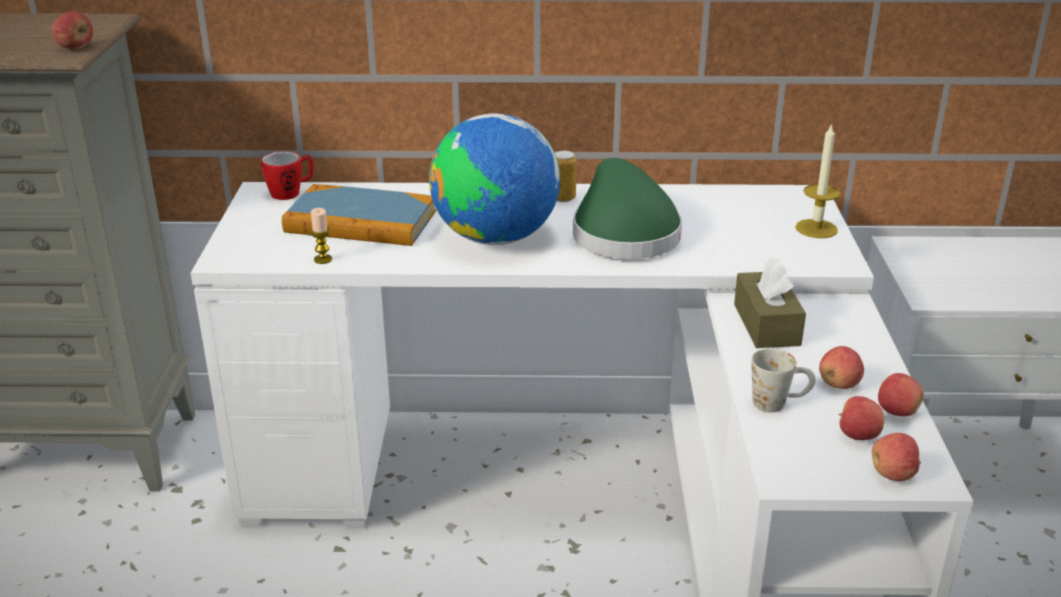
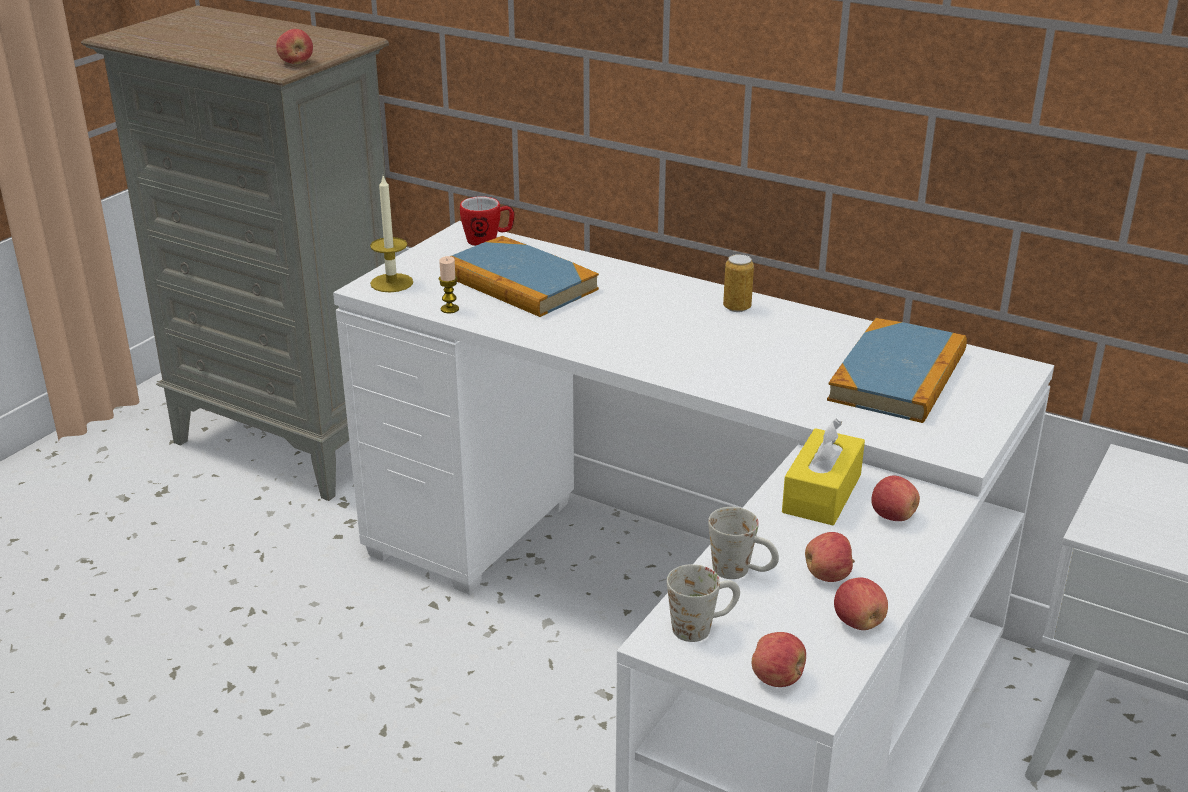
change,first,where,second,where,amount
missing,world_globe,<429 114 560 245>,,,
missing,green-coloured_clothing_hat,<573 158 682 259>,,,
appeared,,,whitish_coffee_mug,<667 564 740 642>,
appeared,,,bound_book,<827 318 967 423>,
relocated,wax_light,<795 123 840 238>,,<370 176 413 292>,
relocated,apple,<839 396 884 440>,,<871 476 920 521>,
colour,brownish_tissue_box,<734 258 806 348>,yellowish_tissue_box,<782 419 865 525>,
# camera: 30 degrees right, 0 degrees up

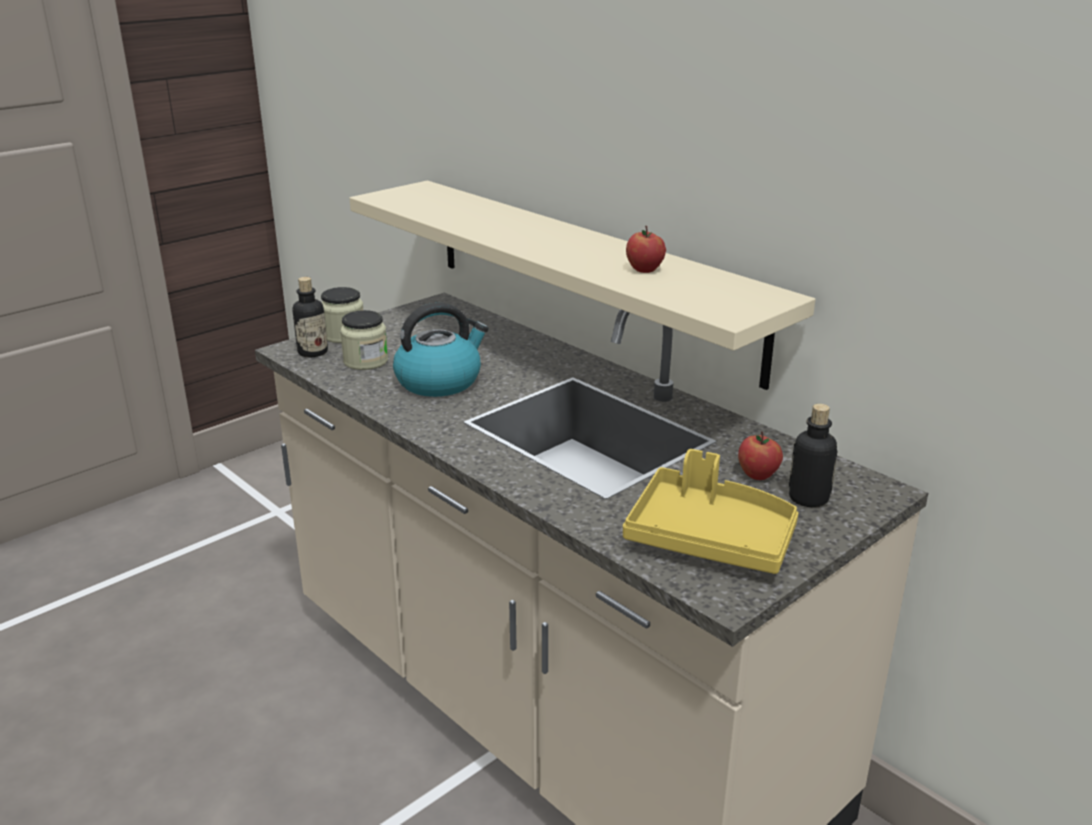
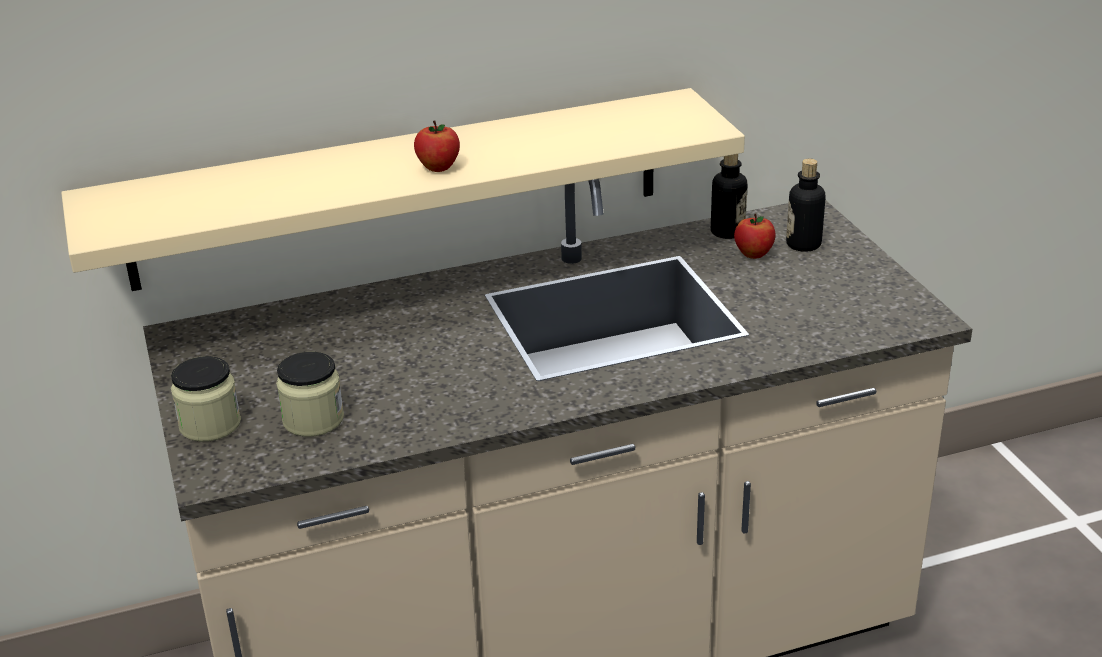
change,first,where,second,where,amount
missing,water_kettle,<393 303 489 397>,,,
missing,yellowish_tray,<623 449 798 574>,,,
relocated,drink_bottle,<292 277 328 357>,,<711 154 747 239>,
relocated,apple,<626 226 666 273>,,<414 120 460 172>,
# camera: 65 degrees left, 5 degrees up

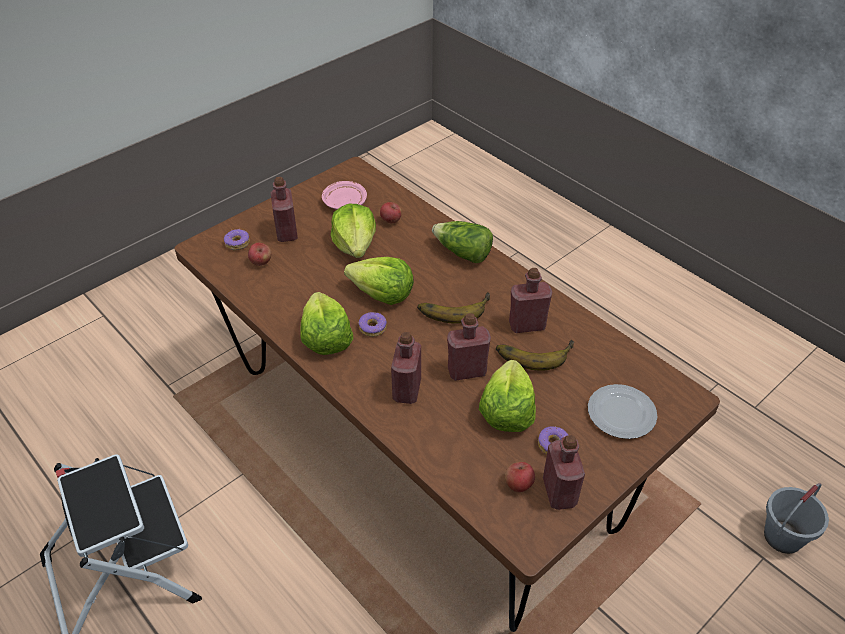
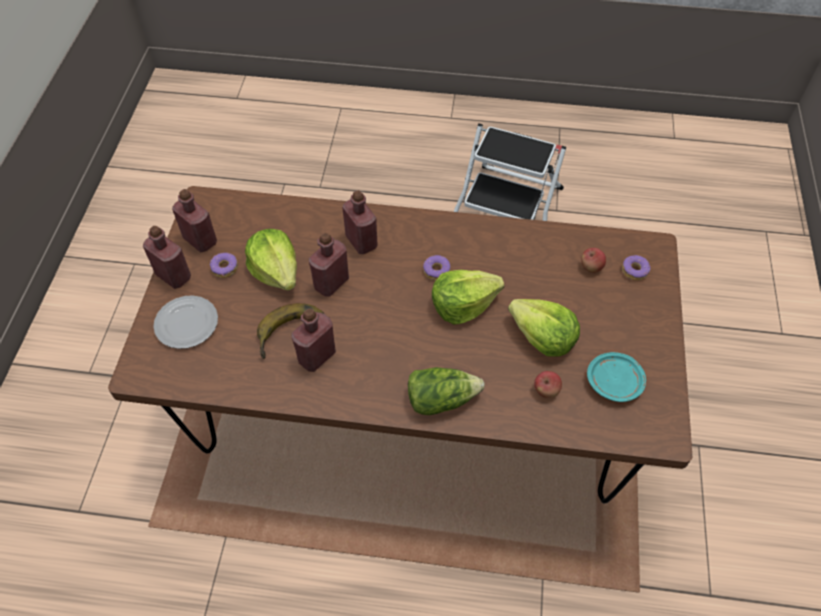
change,first,where,second,where,amount
missing,lettuce_head,<300 292 353 355>,,,
missing,whole_banana,<417 292 490 323>,,,
missing,apple,<505 462 535 492>,,,
missing,greyish_pail,<764 483 829 554>,,,
relocated,red-coloured_drink_bottle,<271 177 298 242>,,<143 226 191 289>,
colour,pinkish_flat_dish,<322 181 367 209>,turquoise_flat_dish,<587 352 646 402>,
# camera: 140 degrees right, 10 degrees up

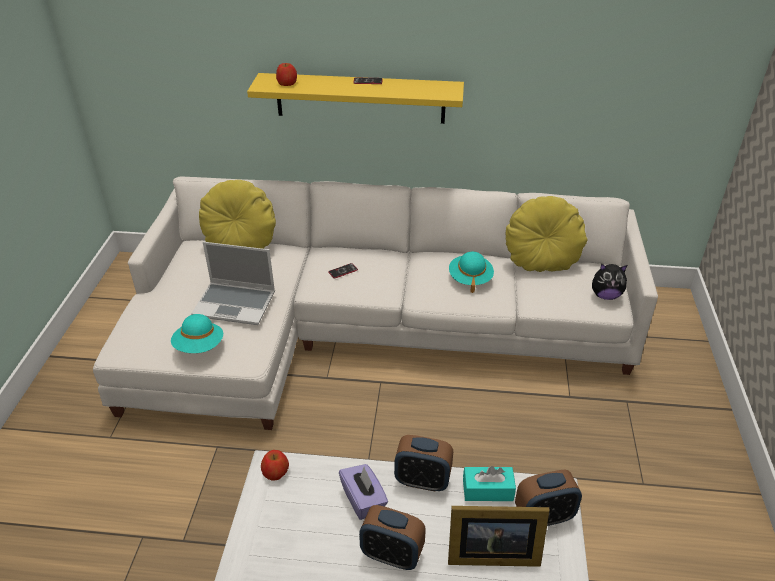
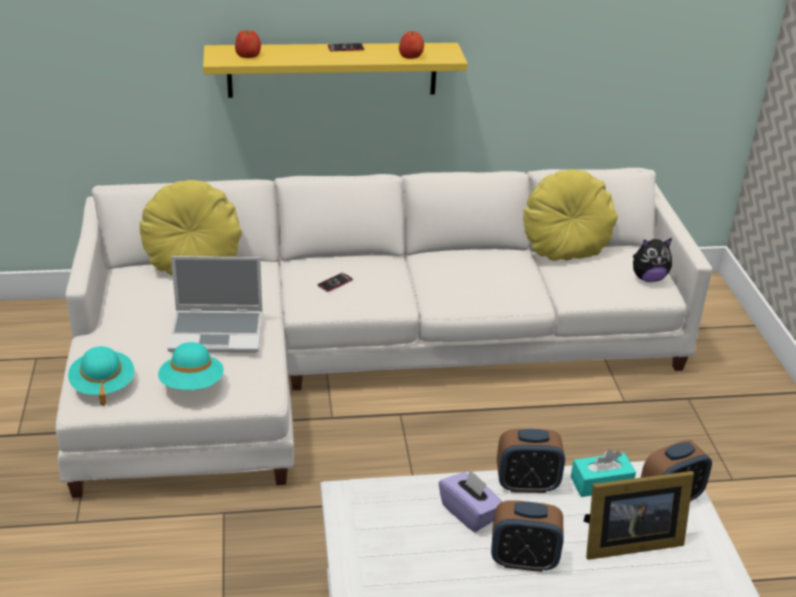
change,first,where,second,where,amount
relocated,apple,<261 450 289 481>,,<399 31 424 59>,
relocated,turquoise_clothing_hat,<449 252 494 293>,,<68 346 134 406>,
# camera: 15 degrees left, 5 degrees down

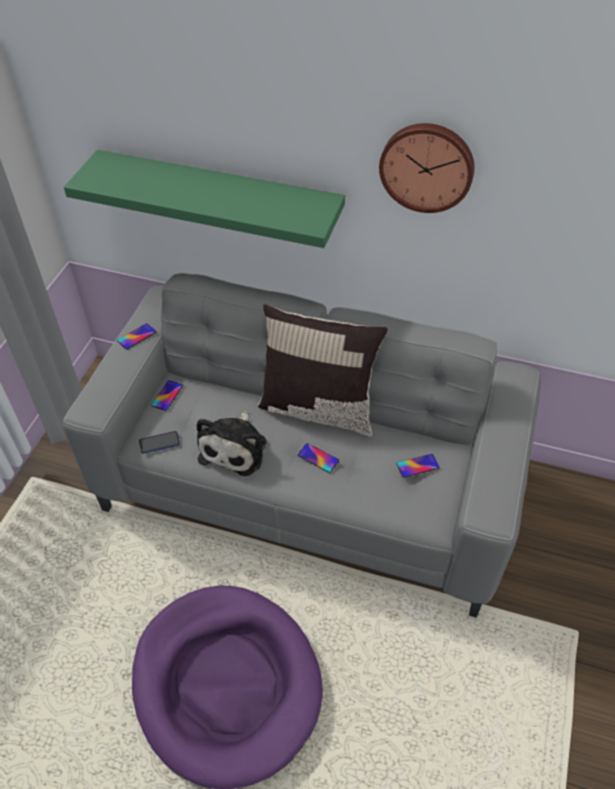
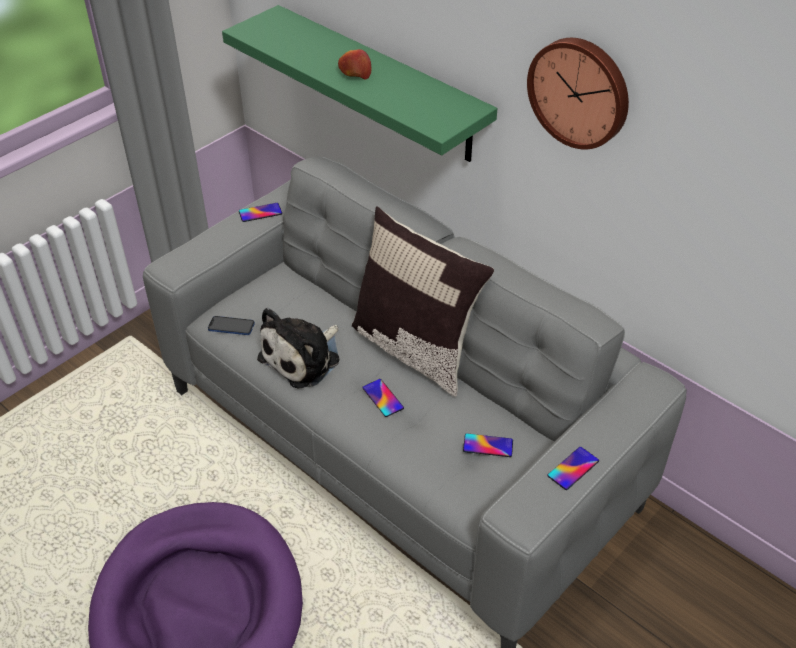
change,first,where,second,where,amount
appeared,,,apple,<338 49 371 80>,
relocated,handset,<151 380 183 411>,,<547 447 599 490>,
# camera: 25 degrees right, 5 degrees down

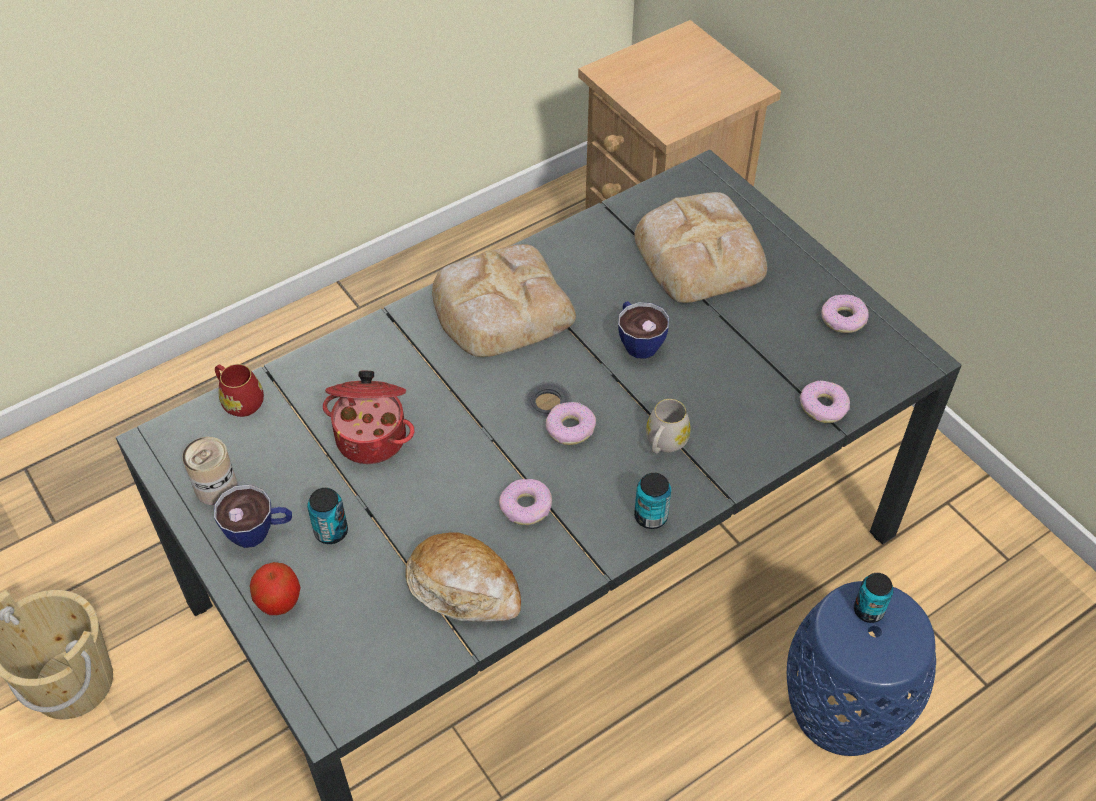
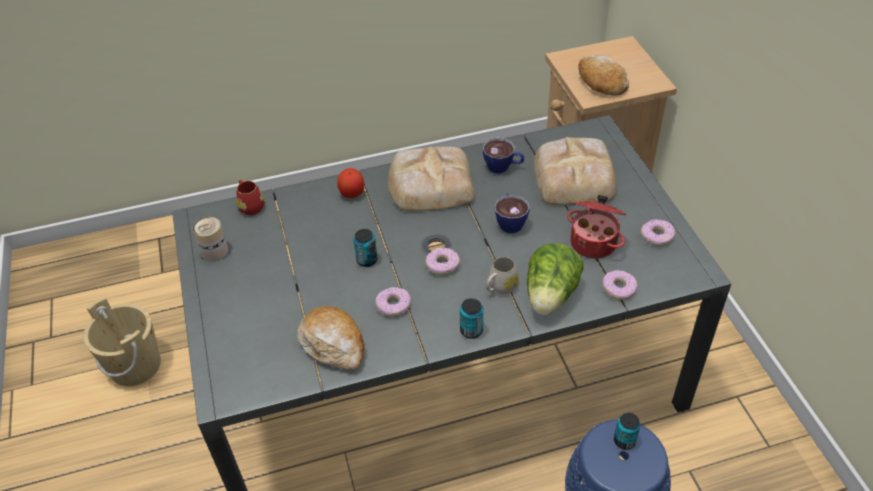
change,first,where,second,where,amount
appeared,,,lettuce_head,<527 243 584 315>,
appeared,,,baked_bread,<578 55 629 96>,
relocated,cup,<214 485 292 548>,,<483 137 525 174>,
relocated,apple,<250 562 301 615>,,<337 168 364 198>,
relocated,can,<307 488 348 544>,,<353 229 378 267>,
relocated,saucepot,<323 371 414 464>,,<567 195 626 259>,
# camera: 20 degrees right, 5 degrees down

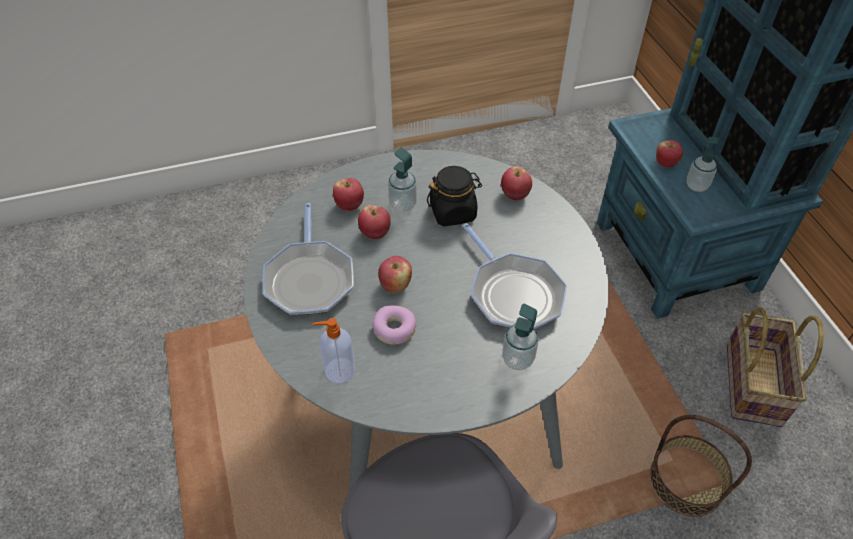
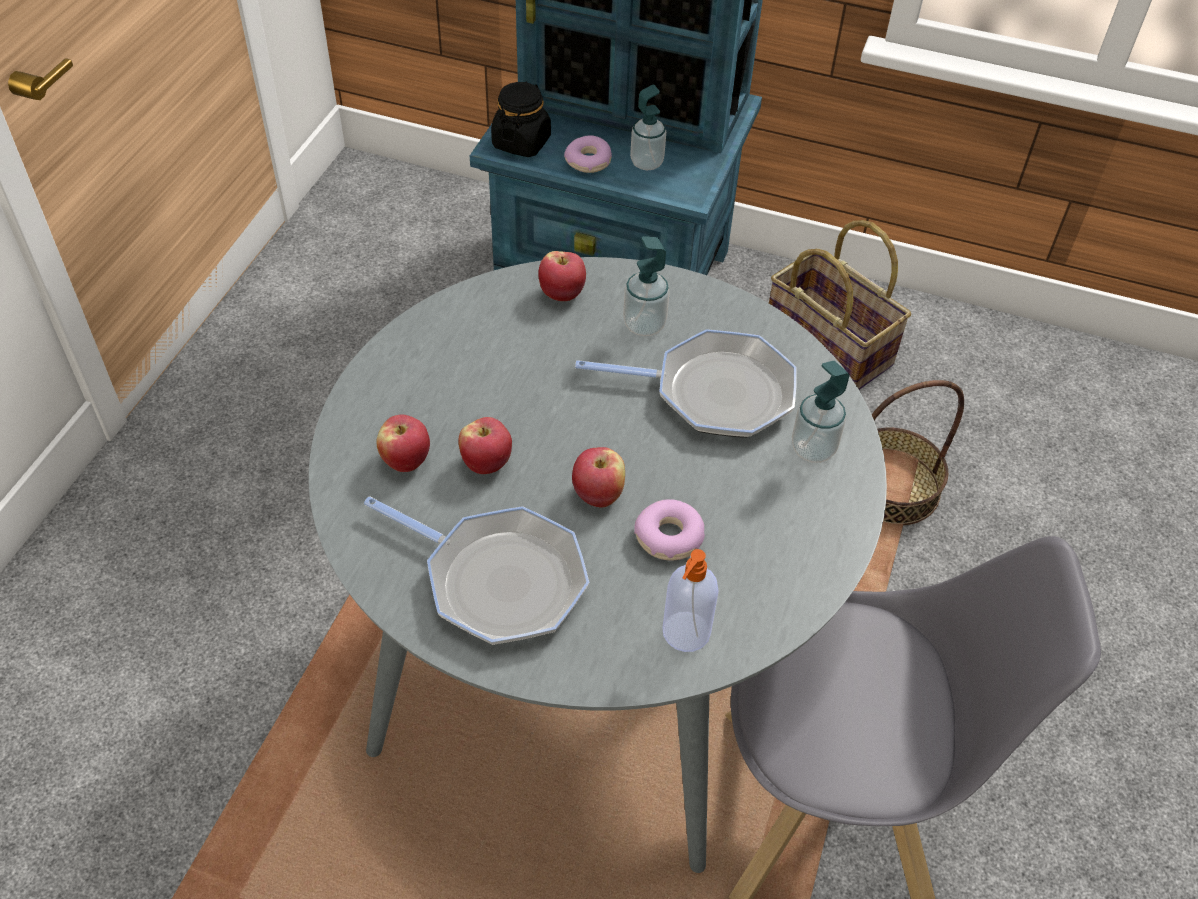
change,first,where,second,where,amount
relocated,soap_dispenser,<388 147 417 212>,,<623 236 670 336>,
relocated,black-coloured_jar,<427 166 482 226>,,<491 82 551 157>,
exchanged,apple,<656 140 683 168>,ring_doughnut,<564 135 612 173>,
# camera: 55 degrees left, 0 degrees up

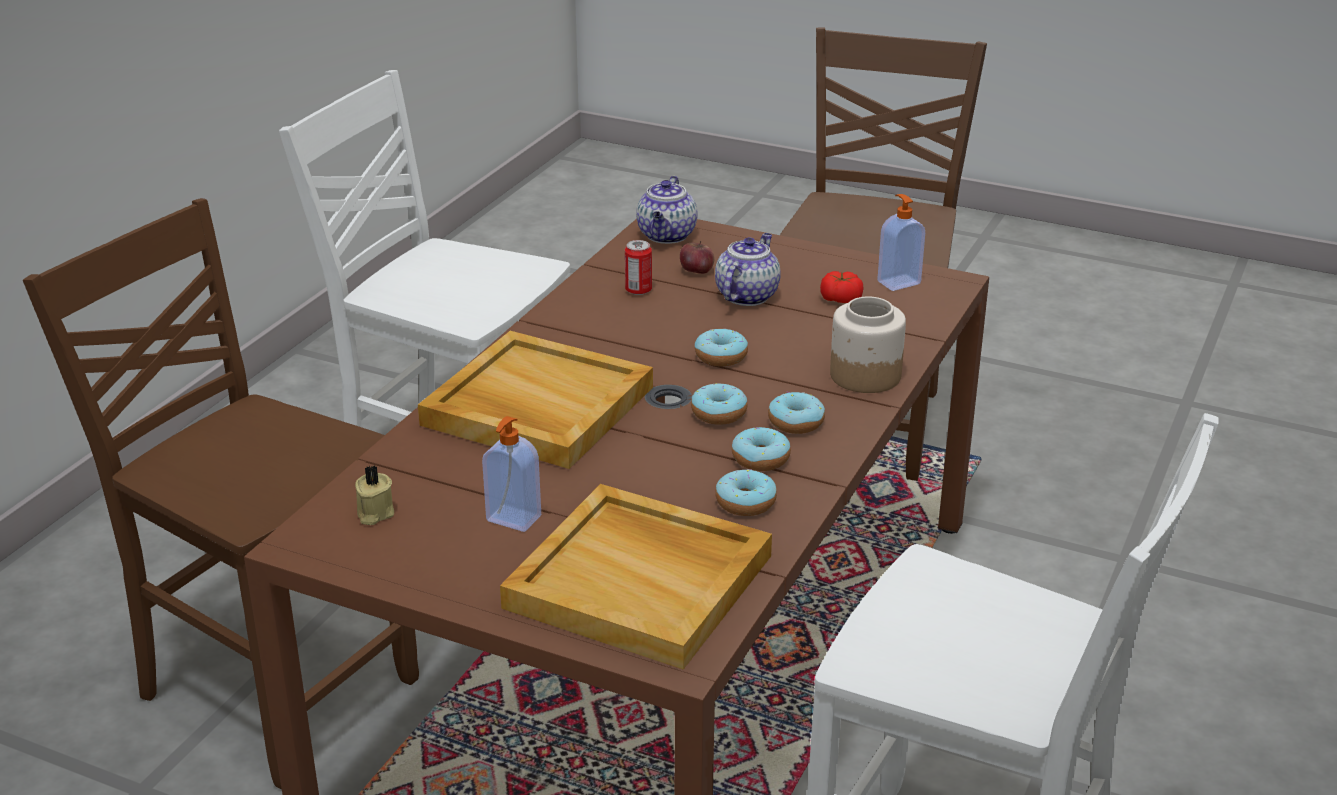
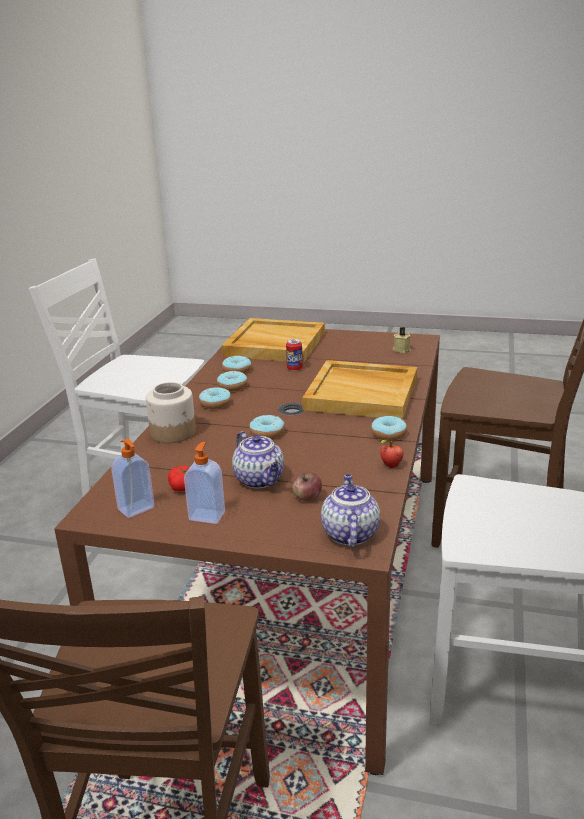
change,first,where,second,where,amount
appeared,,,apple,<380 440 404 468>,
relocated,soap_dispenser,<482 416 541 532>,,<184 442 225 524>,
relocated,can,<625 240 652 295>,,<286 339 303 371>,
relocated,ring_doughnut,<691 383 747 425>,,<371 416 407 441>,
spun,teapot,<715 233 781 306>,,<232 431 284 488>,45 degrees counterclockwise
# camera: 170 degrees right, 5 degrees down

